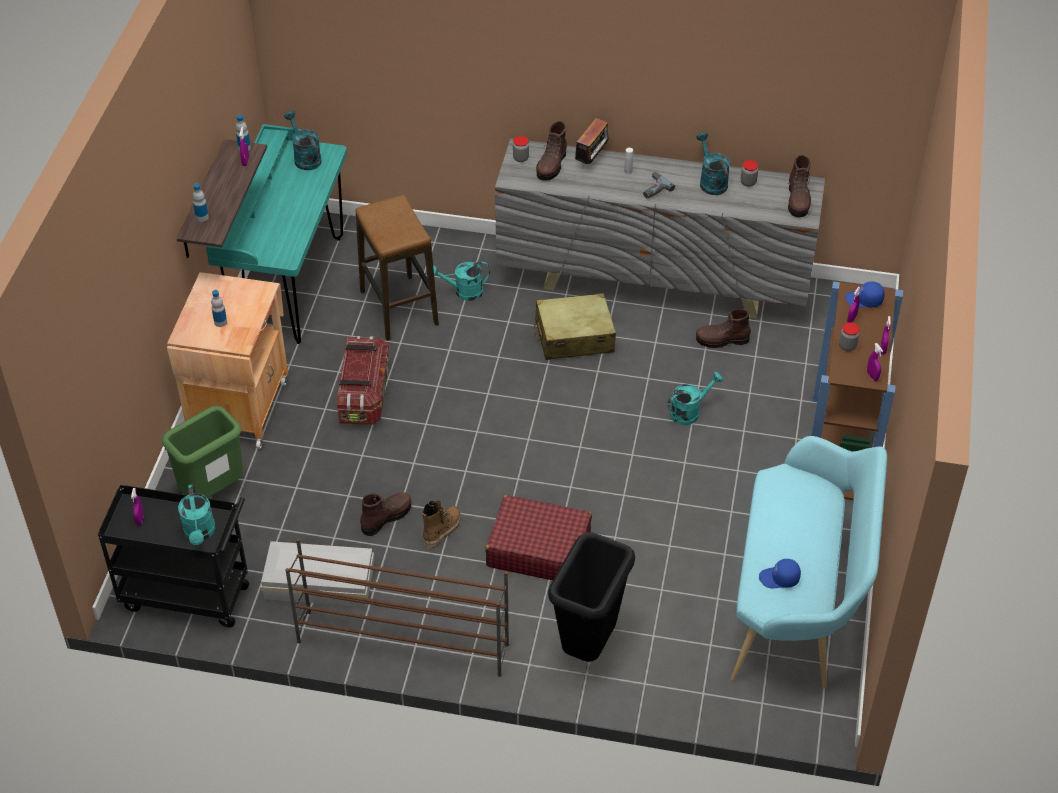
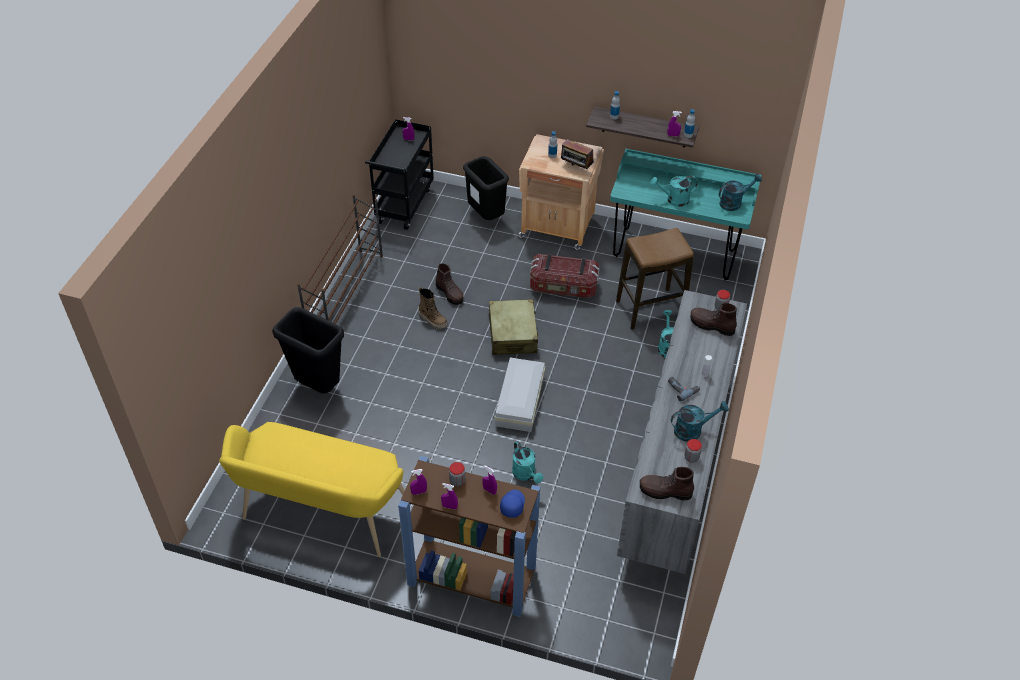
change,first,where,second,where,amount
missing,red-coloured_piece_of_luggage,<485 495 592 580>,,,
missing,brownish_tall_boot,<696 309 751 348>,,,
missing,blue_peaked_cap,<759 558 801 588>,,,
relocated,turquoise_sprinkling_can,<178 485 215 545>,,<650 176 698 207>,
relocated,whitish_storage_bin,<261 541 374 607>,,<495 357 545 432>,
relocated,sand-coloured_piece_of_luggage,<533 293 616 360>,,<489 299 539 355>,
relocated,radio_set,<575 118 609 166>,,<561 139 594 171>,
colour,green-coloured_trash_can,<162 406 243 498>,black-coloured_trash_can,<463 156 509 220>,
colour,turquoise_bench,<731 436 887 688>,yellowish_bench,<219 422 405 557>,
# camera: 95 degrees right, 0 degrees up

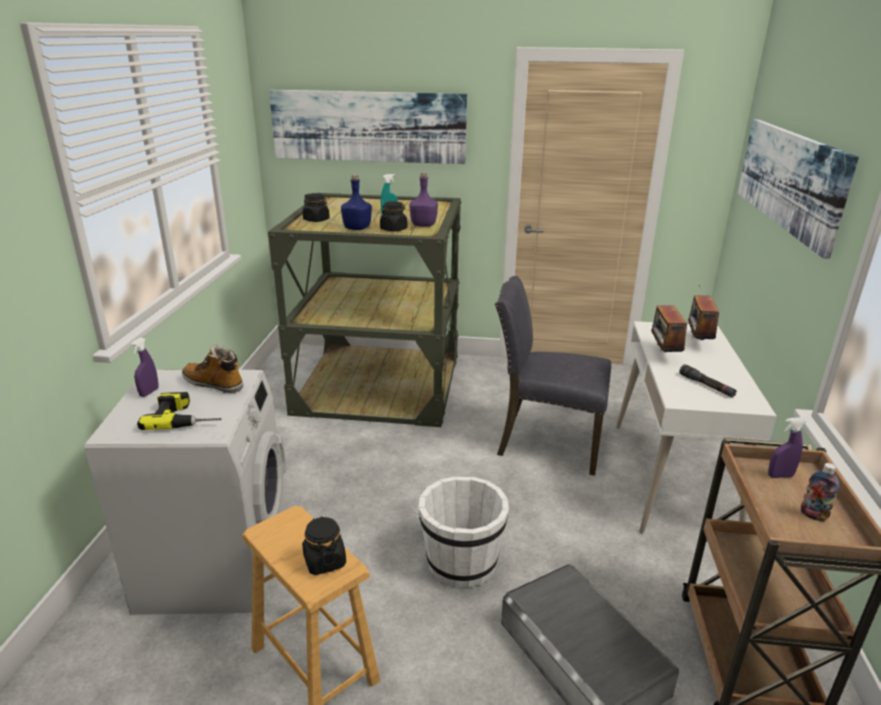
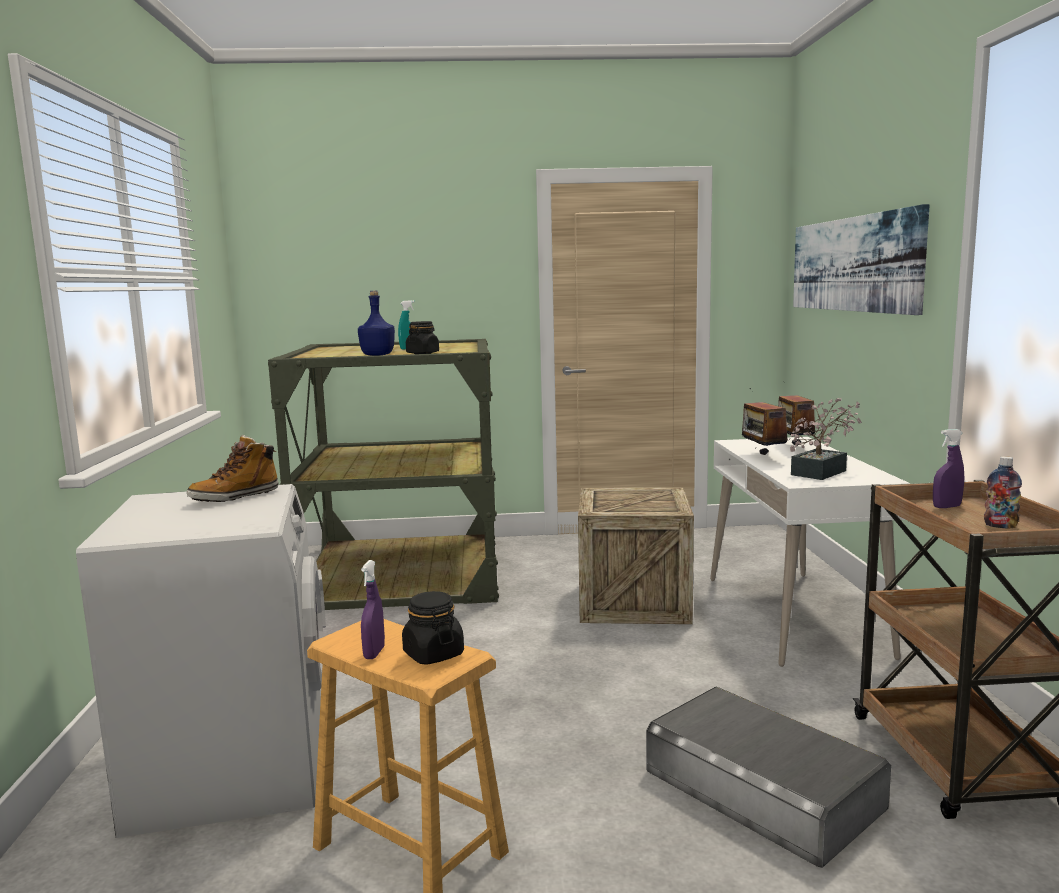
change,first,where,second,where,amount
missing,power_drill,<137 392 221 430>,,,
missing,wall_picture,<269 90 467 164>,,,
missing,black-coloured_jar,<302 193 330 222>,,,
missing,purple_drink_bottle,<410 173 438 227>,,,
missing,whitish_pail,<419 476 509 588>,,,
relocated,purple_spray_bottle,<130 338 158 397>,,<361 560 385 659>,
exchanged,greyish_chair,<495 276 611 476>,packing_crate,<578 487 694 624>,
exchanged,black-coloured_torch,<679 364 737 398>,plant_in_a_pot,<790 398 862 480>,
spun,tall_boot,<182 344 243 393>,,<187 435 279 502>,60 degrees counterclockwise
# camera: 10 degrees left, 15 degrees down

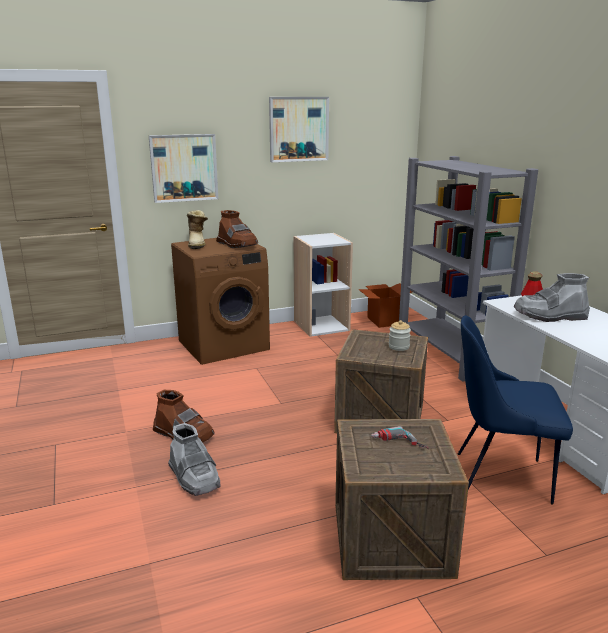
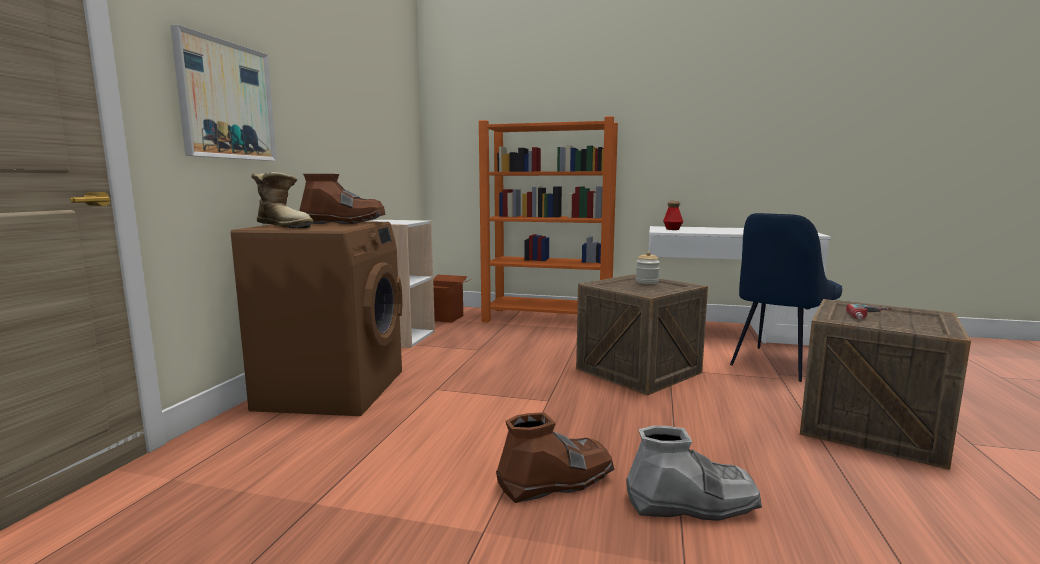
change,first,where,second,where,amount
missing,wall_picture,<269 97 329 162>,,,
missing,greyish_tall_boot,<514 273 590 322>,,,
colour,greyish_shelving_unit,<399 156 538 382>,orange_shelving_unit,<479 116 618 322>,
# camera: 55 degrees left, 10 degrees down

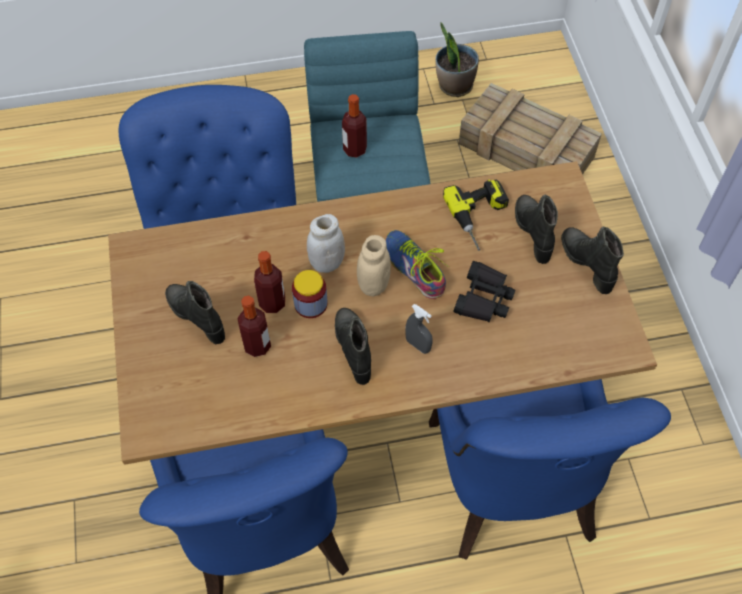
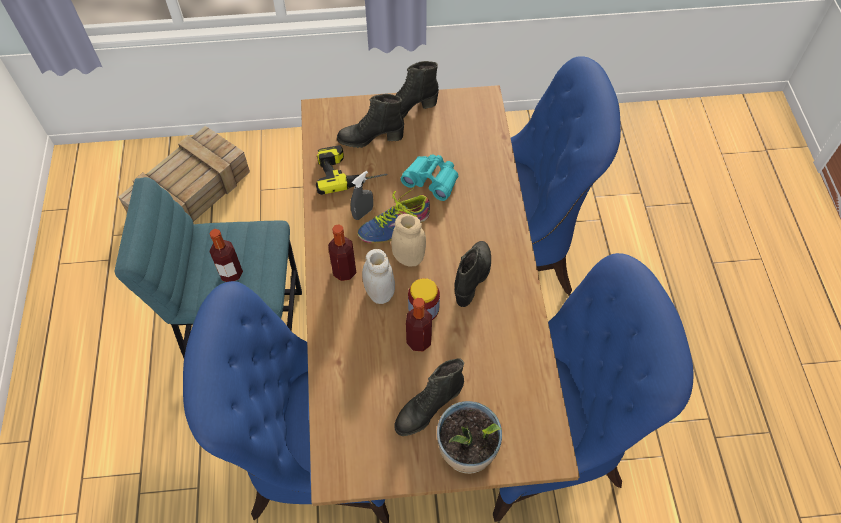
change,first,where,second,where,amount
relocated,drink_bottle,<237 296 271 357>,,<328 225 356 281>,
relocated,greyish_spray_bottle,<405 304 432 354>,,<351 171 373 220>,
relocated,plant_in_a_pot,<435 23 479 97>,,<437 401 502 474>,
colour,black-coloured_field_glasses,<453 261 515 322>,turquoise_field_glasses,<401 154 458 201>,
spun,black-coloured_tall_boot,<335 308 371 385>,,<454 241 491 307>,120 degrees clockwise
# camera: 85 degrees left, 0 degrees up

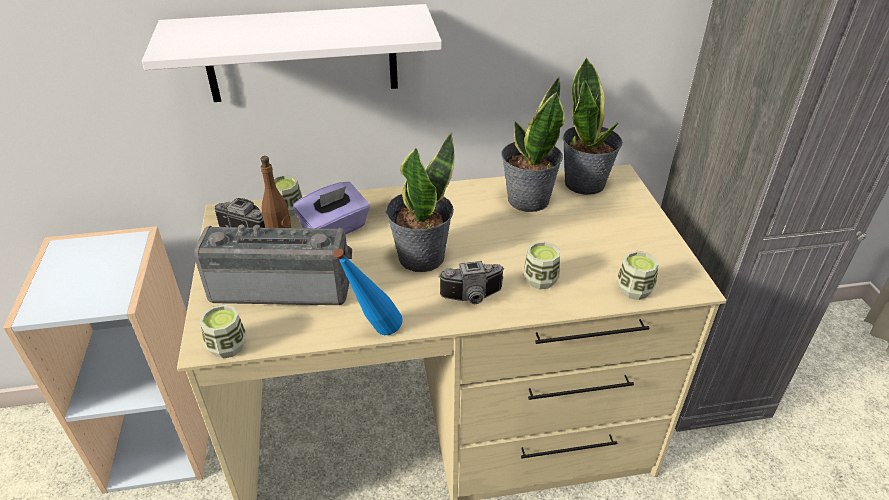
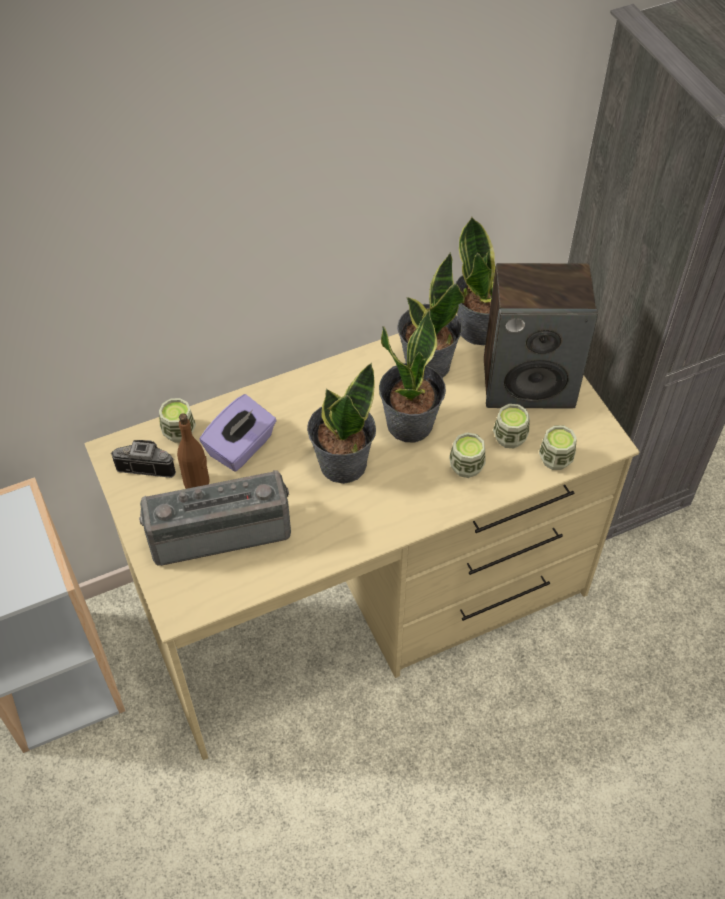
change,first,where,second,where,amount
missing,whitish_wall_shelf,<142 4 442 102>,,,
missing,blue_drink_bottle,<334 249 403 335>,,,
missing,photo_camera,<438 261 504 304>,,,
appeared,,,plant_in_a_pot,<379 310 446 442>,
appeared,,,speaker,<484 263 598 408>,
relocated,cup,<200 305 247 359>,,<493 404 530 448>,
# camera: 15 degrees left, 15 degrees up

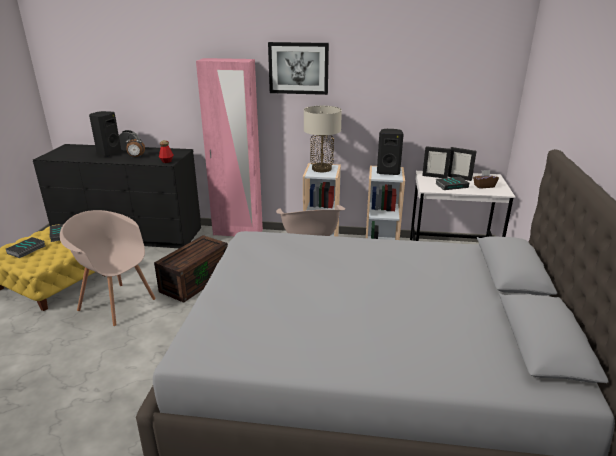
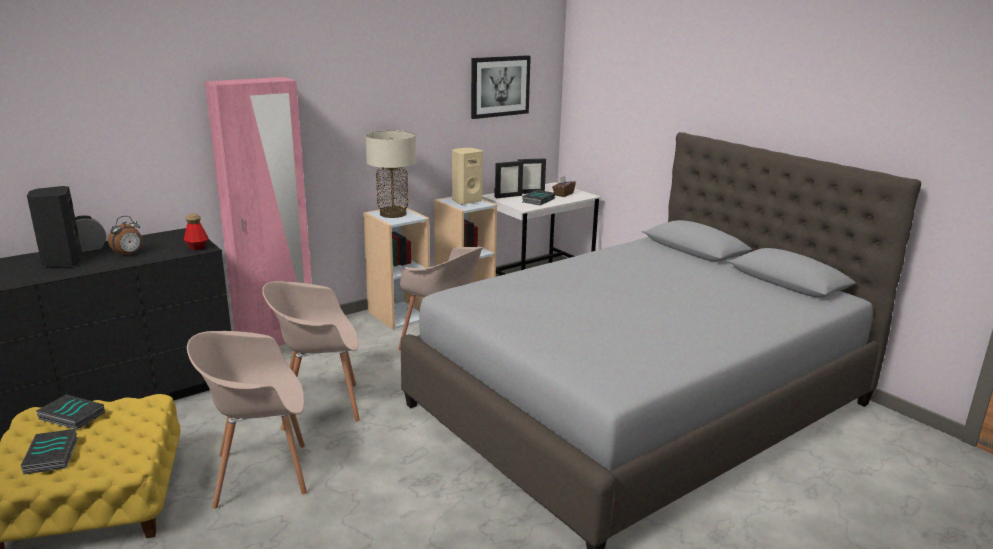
change,first,where,second,where,amount
relocated,wall_picture,<268 42 329 95>,,<471 55 531 119>,
exchanged,brownish_storage_bin,<154 235 228 303>,sand-coloured_chair,<262 281 360 430>,
colour,black-coloured_speaker,<377 129 404 175>,sand-coloured_speaker,<452 148 483 205>,
# camera: 45 degrees left, 5 degrees down

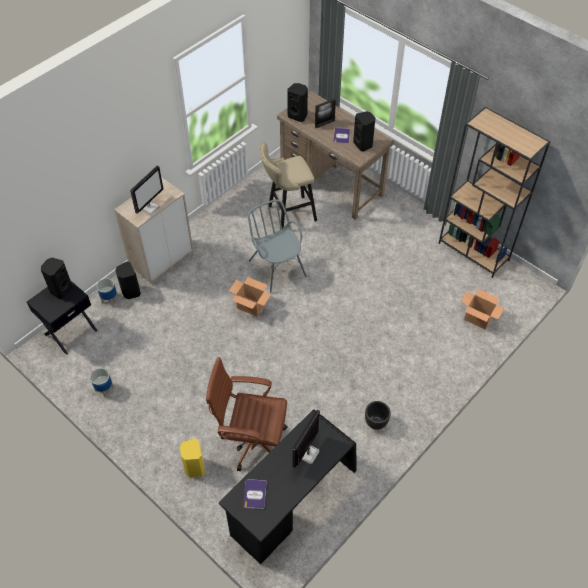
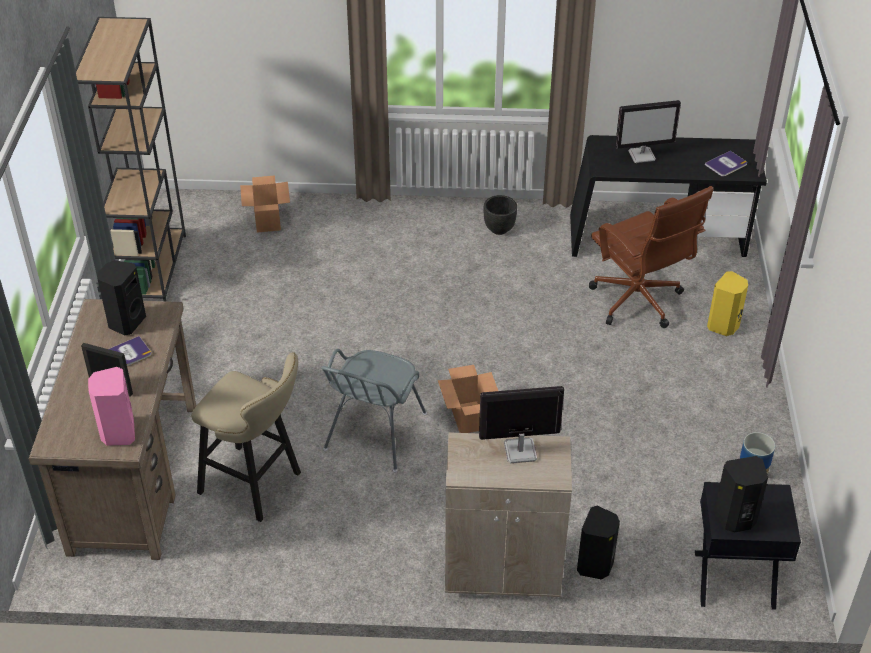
change,first,where,second,where,amount
missing,plant_pot,<97 278 118 305>,,,
colour,black-coloured_speaker,<287 83 308 122>,pinkish_speaker,<88 367 135 446>,
# camera: 130 degrees left, 10 degrees down

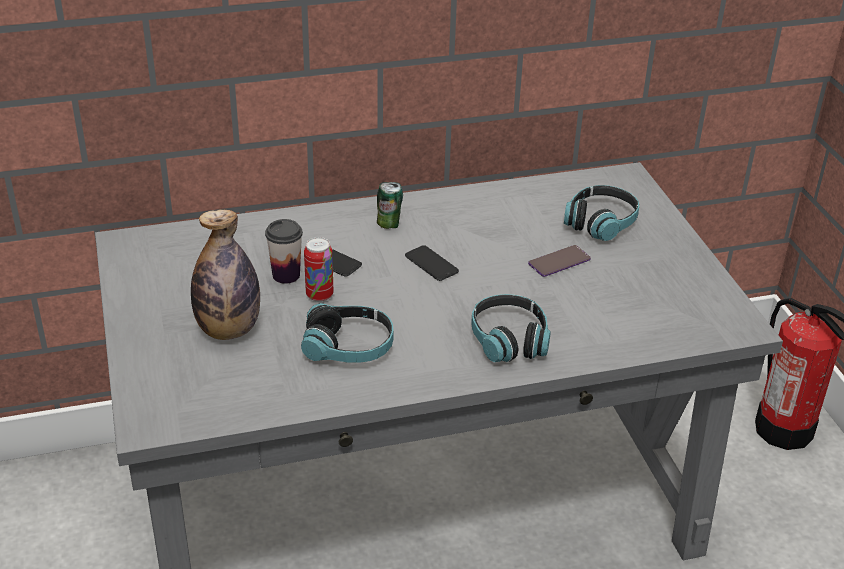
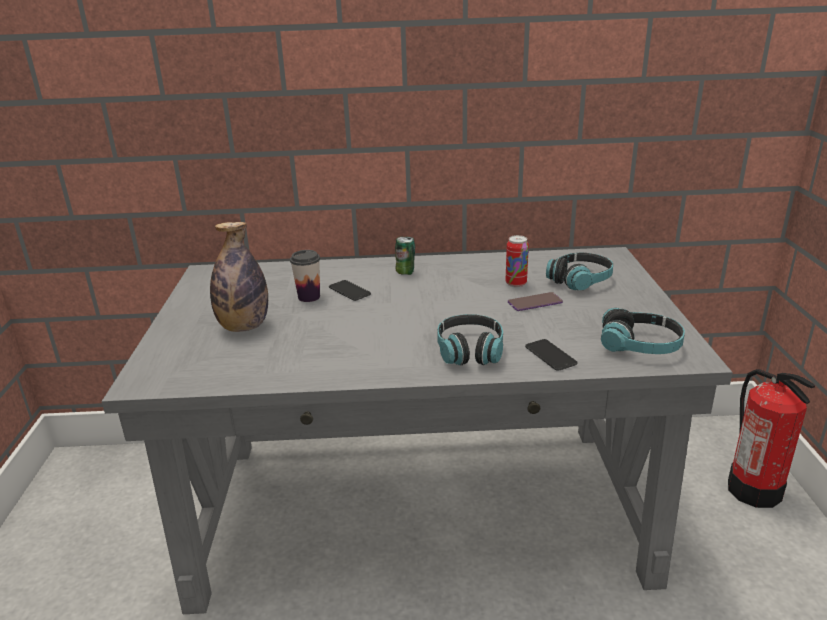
change,first,where,second,where,amount
relocated,headset,<301 303 393 363>,,<601 308 685 354>,
relocated,can,<304 237 334 302>,,<505 235 529 288>,
relocated,handset,<405 245 459 281>,,<525 339 578 371>,
# camera: 15 degrees right, 10 degrees down

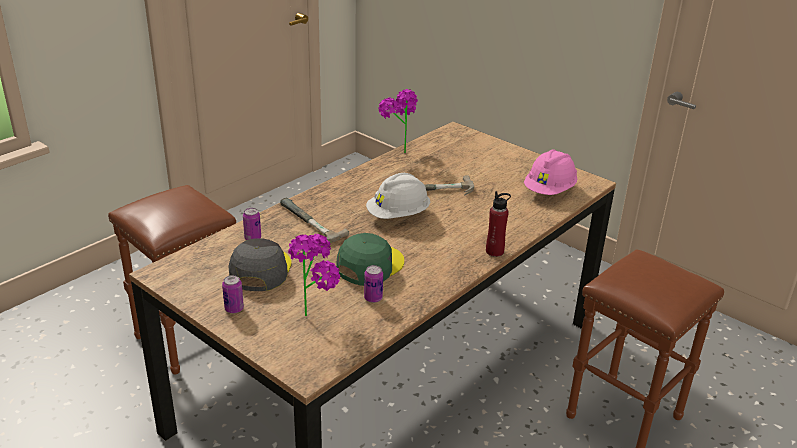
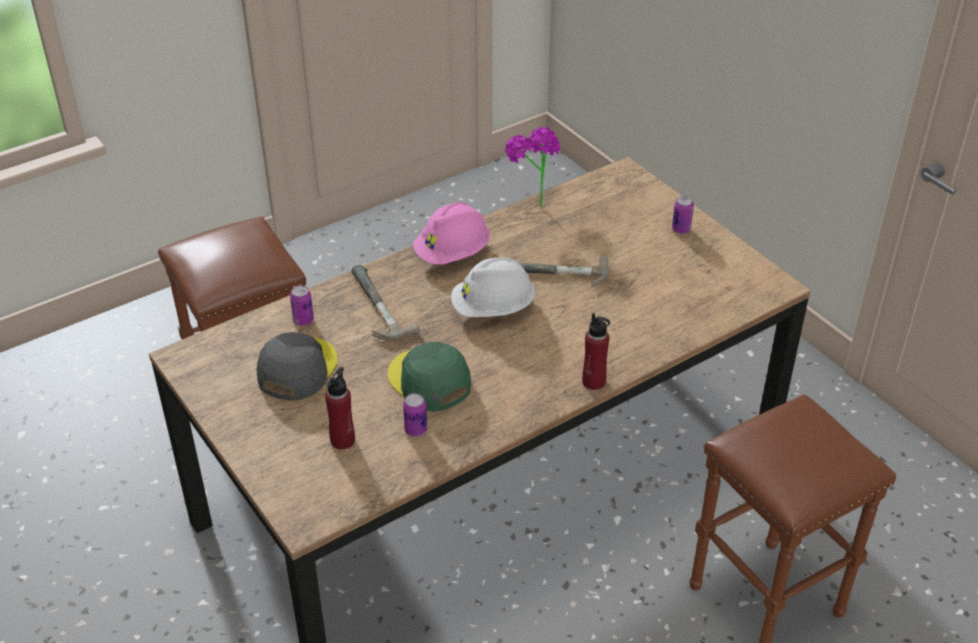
change,first,where,second,where,amount
relocated,can,<222 275 244 313>,,<672 196 694 234>,
relocated,pinkish_hard_hat,<524 150 577 195>,,<413 202 490 265>,
exchanged,plant_in_a_pot,<288 234 340 316>,red-coloured_drink_bottle,<325 367 355 449>,
spun,green-coloured_peaked_cap,<336 233 404 286>,,<388 342 471 412>,90 degrees counterclockwise
# camera: 15 degrees right, 10 degrees up

